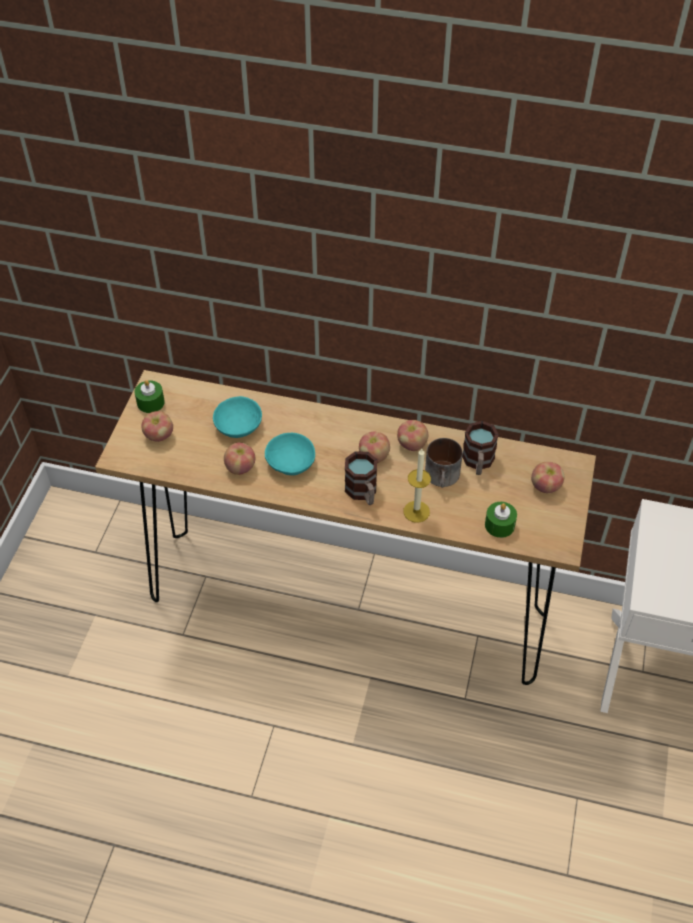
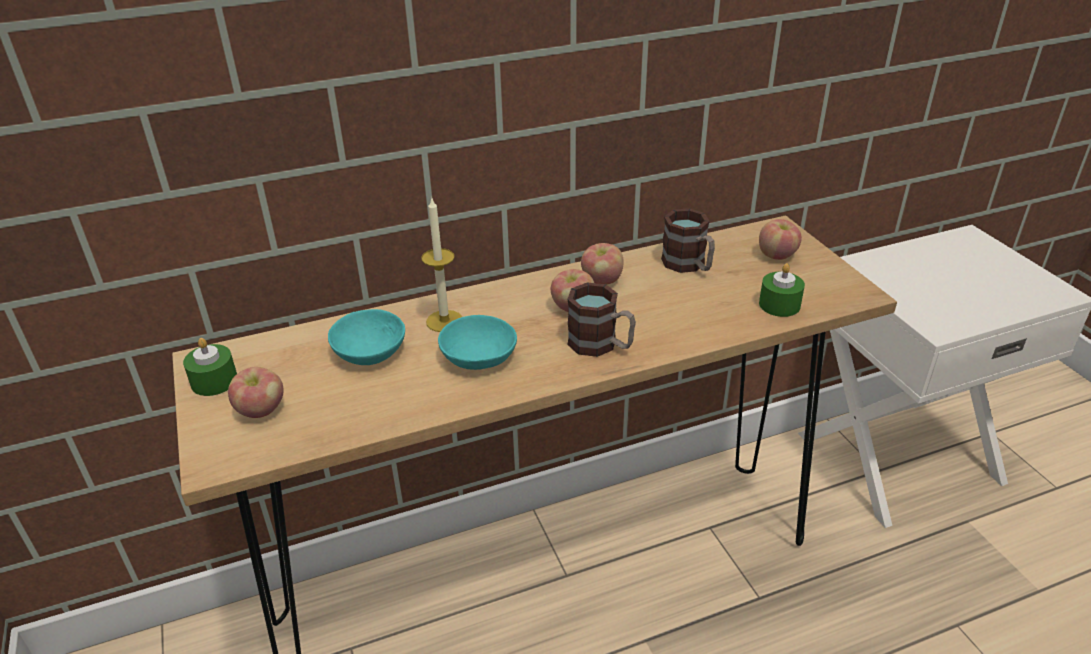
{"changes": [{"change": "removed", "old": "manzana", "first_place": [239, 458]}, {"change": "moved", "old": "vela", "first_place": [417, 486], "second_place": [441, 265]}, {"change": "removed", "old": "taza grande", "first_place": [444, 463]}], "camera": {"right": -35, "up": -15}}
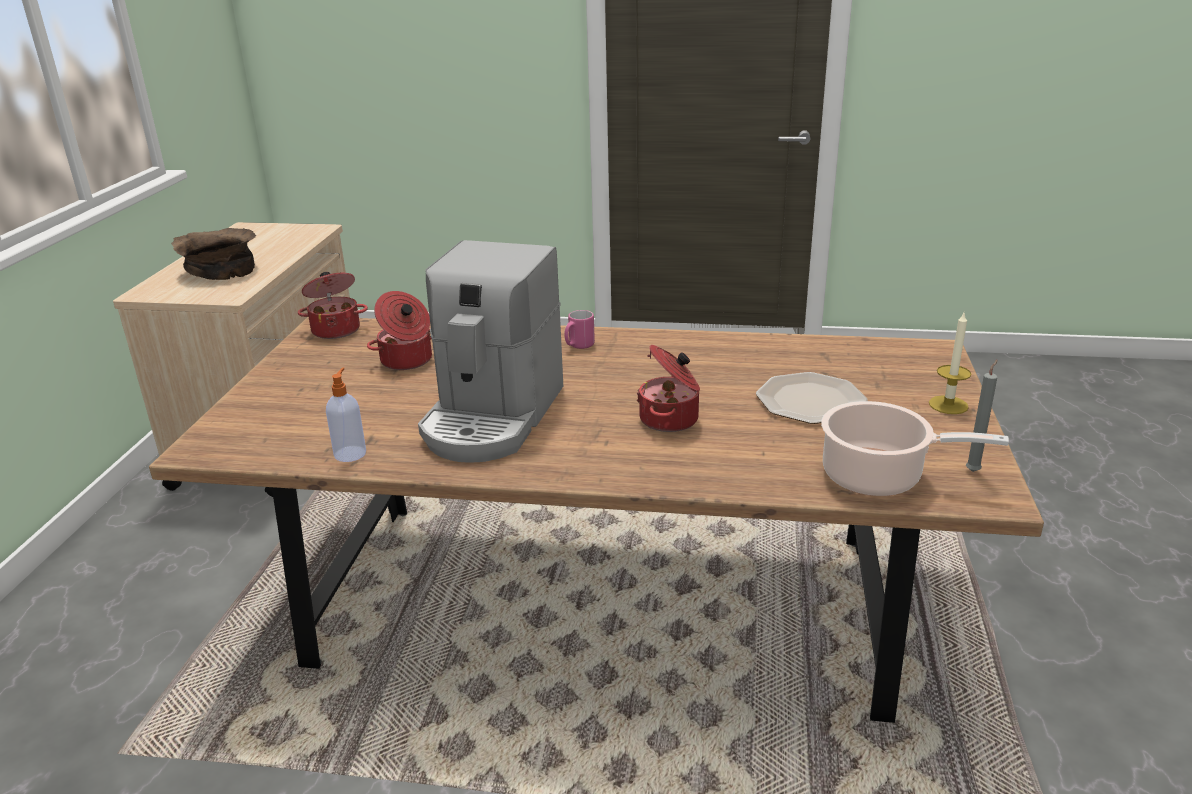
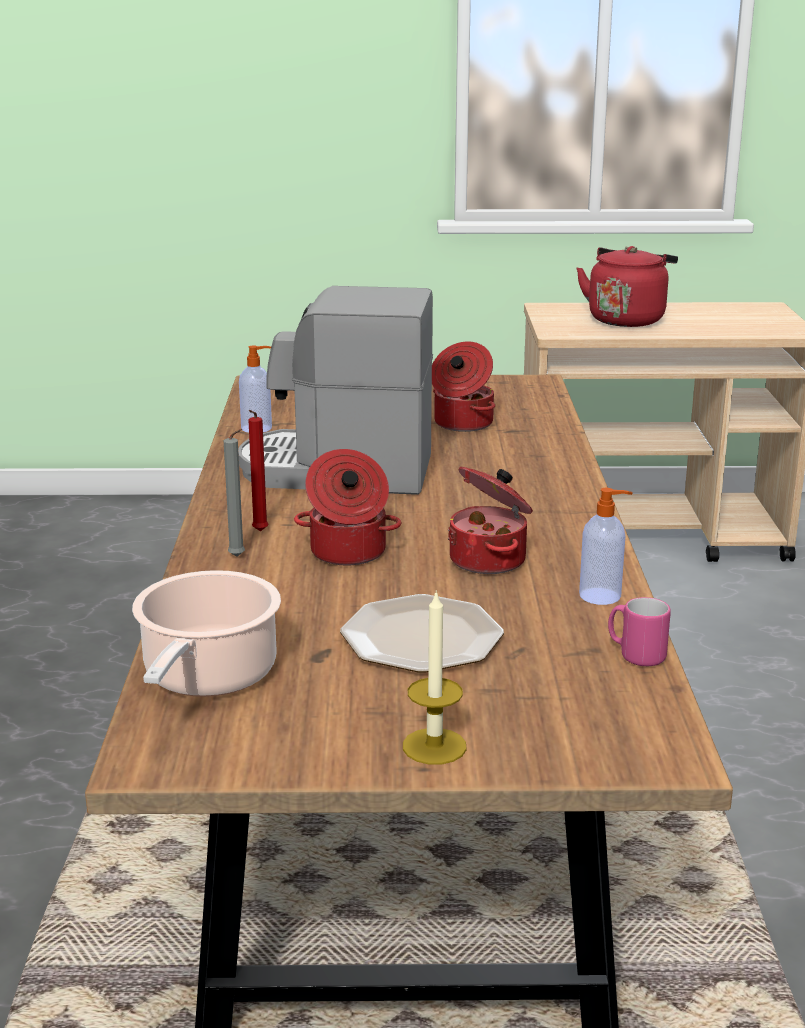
{"changes": [{"change": "replaced", "old": "cuenco [marrón]", "new": "hervidor [rojo]", "first_place": [213, 254], "second_place": [627, 286]}, {"change": "moved", "old": "olla", "first_place": [333, 305], "second_place": [490, 520]}, {"change": "moved", "old": "taza grande [rosa]", "first_place": [579, 329], "second_place": [639, 631]}, {"change": "moved", "old": "vela [gris]", "first_place": [982, 416], "second_place": [234, 493]}, {"change": "added", "new": "vela [rojo]", "second_place": [258, 470]}, {"change": "added", "new": "dispensador de jabón", "second_place": [606, 546]}], "camera": {"right": 80, "up": -5}}
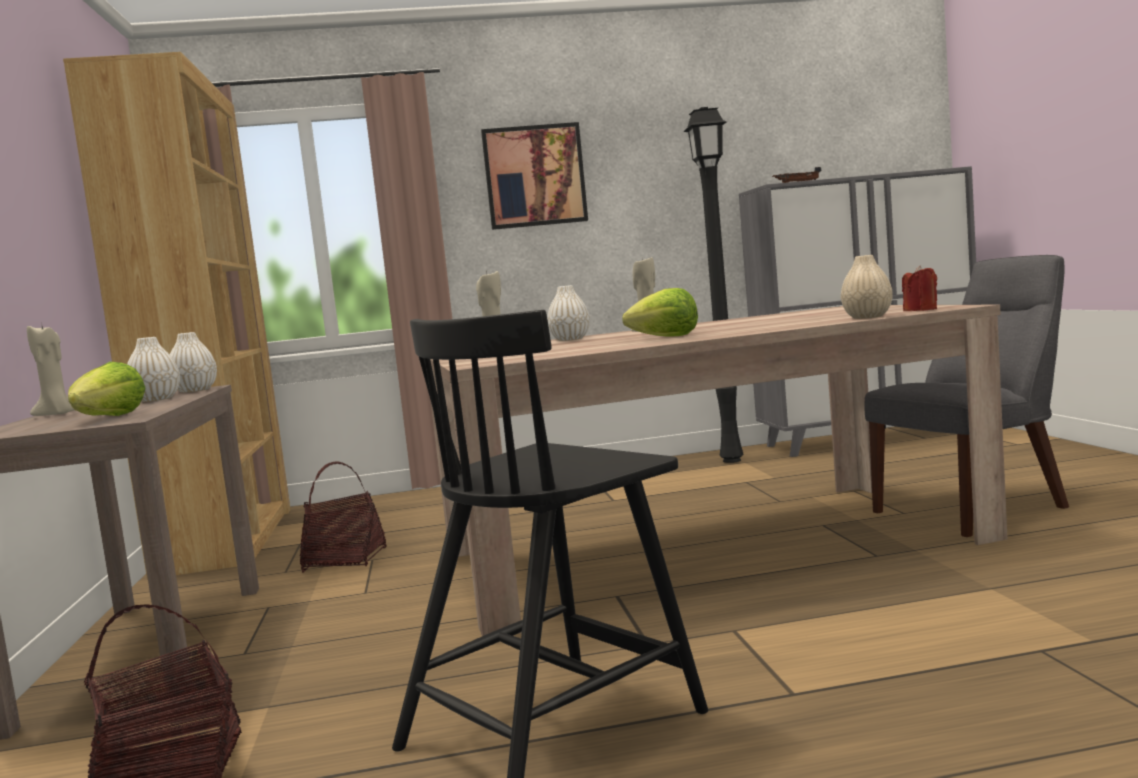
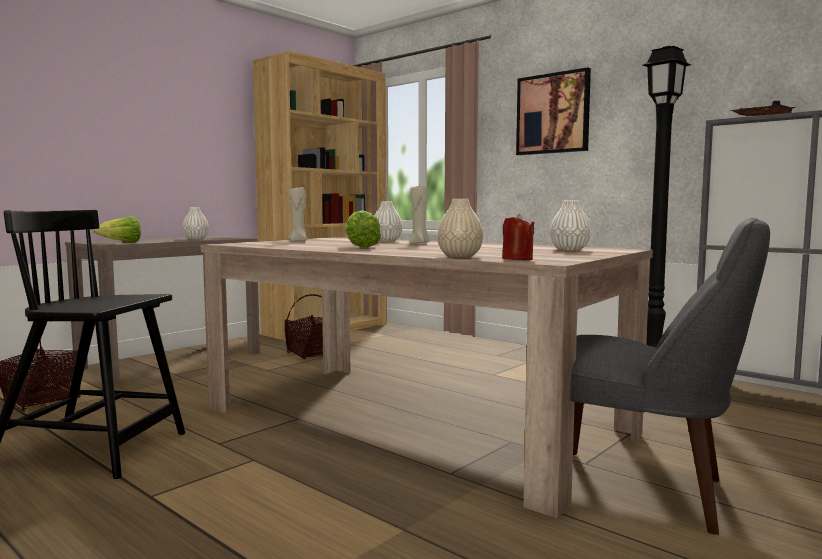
{"changes": [{"change": "removed", "old": "vela [beis]", "first_place": [50, 371]}, {"change": "moved", "old": "florero [blanco]", "first_place": [193, 362], "second_place": [570, 225]}], "camera": {"right": 50, "up": 0}}
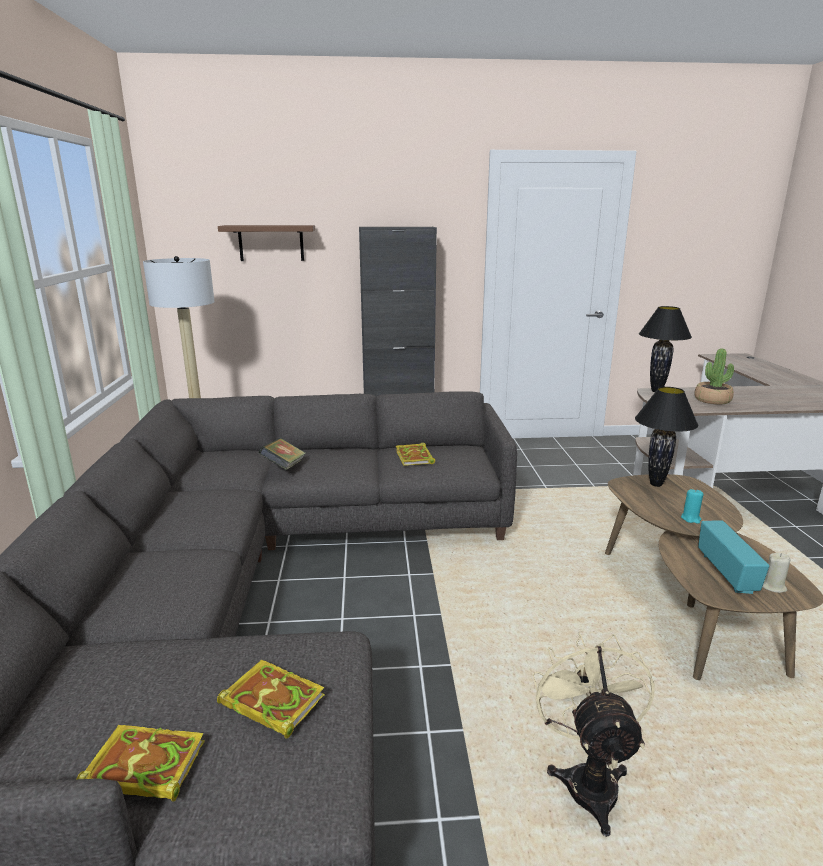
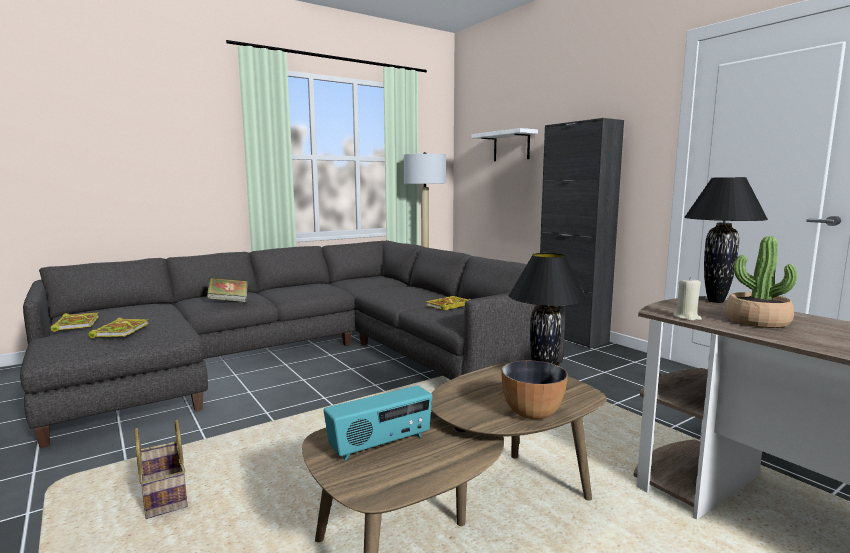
{"changes": [{"change": "recoloured", "old": "estante [marrón]", "new": "estante [blanco]", "first_place": [266, 243], "second_place": [505, 144]}, {"change": "moved", "old": "libro", "first_place": [282, 454], "second_place": [227, 289]}, {"change": "replaced", "old": "ventilador [beis]", "new": "cesta", "first_place": [593, 735], "second_place": [161, 469]}, {"change": "removed", "old": "vela [turquesa]", "first_place": [692, 506]}, {"change": "moved", "old": "vela [beis]", "first_place": [776, 573], "second_place": [687, 299]}, {"change": "added", "new": "cuenco", "second_place": [535, 390]}], "camera": {"right": 60, "up": -10}}
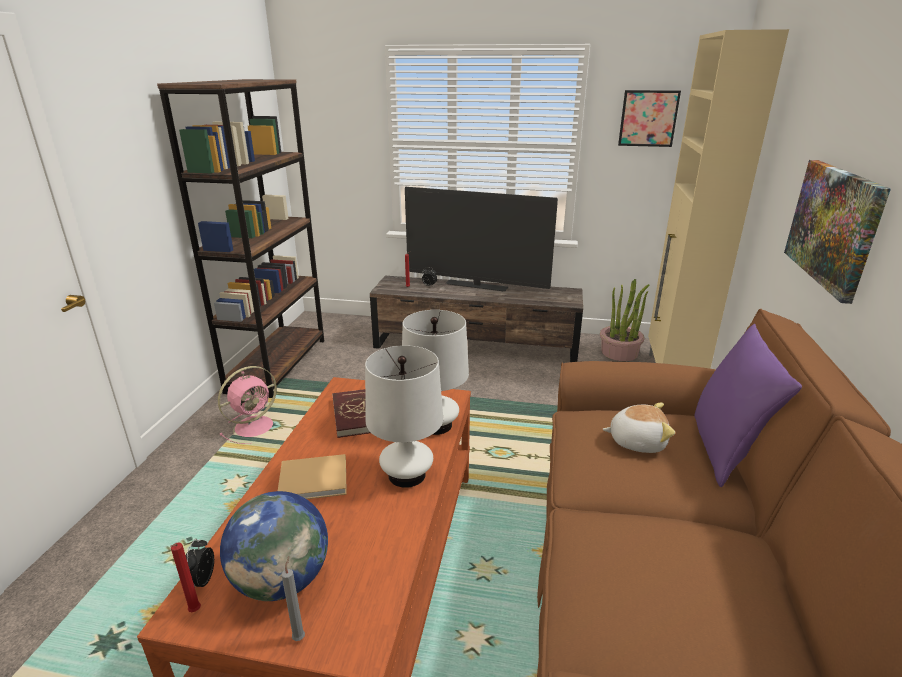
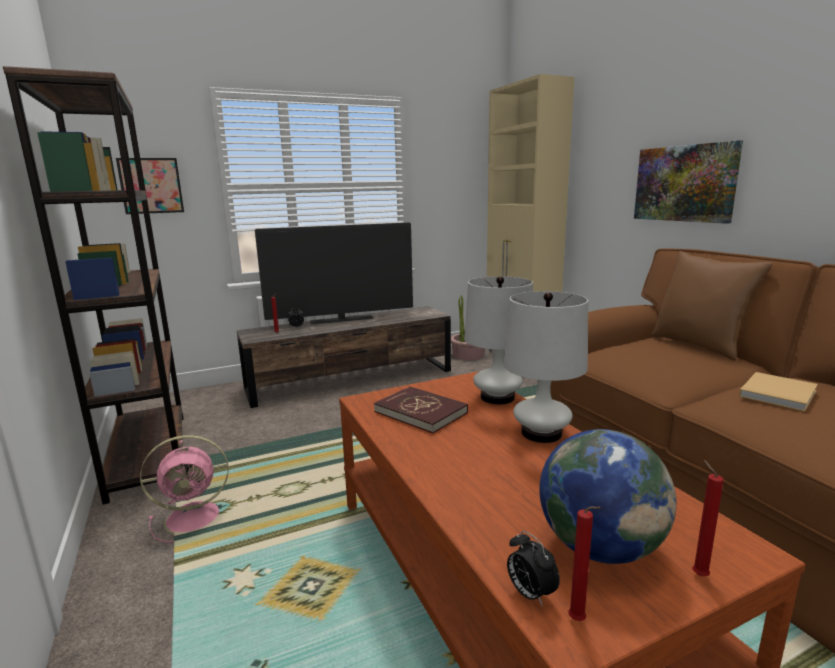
{"changes": [{"change": "turned", "old": "ventilador [rosa]", "first_place": [247, 405], "second_place": [184, 488], "degrees": 60}, {"change": "moved", "old": "libro [beis]", "first_place": [312, 476], "second_place": [778, 392]}, {"change": "recoloured", "old": "vela [gris]", "new": "vela [rojo]", "first_place": [293, 598], "second_place": [708, 518]}, {"change": "removed", "old": "peluche", "first_place": [639, 428]}, {"change": "moved", "old": "cuadro", "first_place": [649, 118], "second_place": [150, 186]}, {"change": "recoloured", "old": "cojín [morado]", "new": "cojín [marrón]", "first_place": [748, 405], "second_place": [712, 306]}], "camera": {"right": -35, "up": -10}}
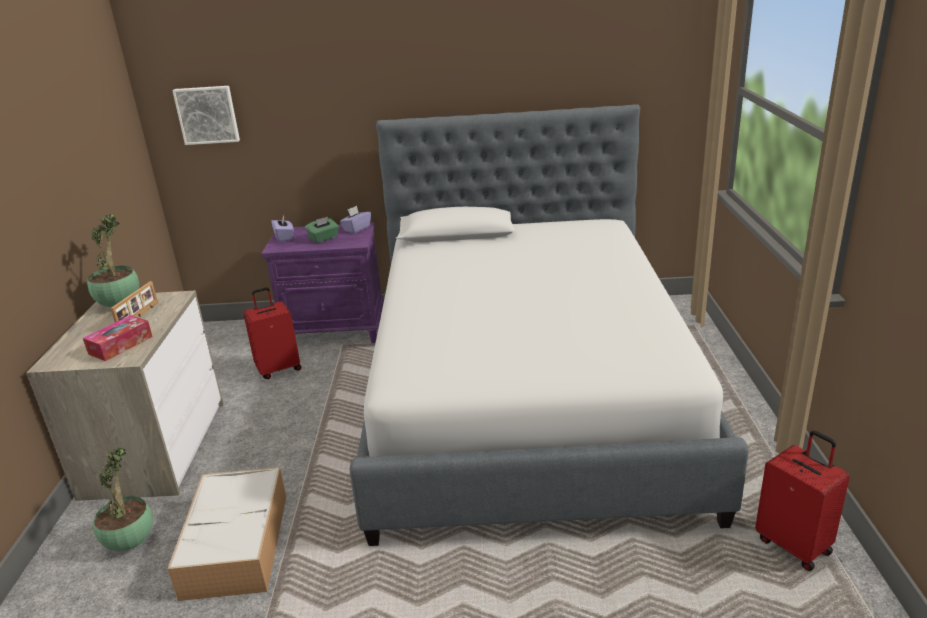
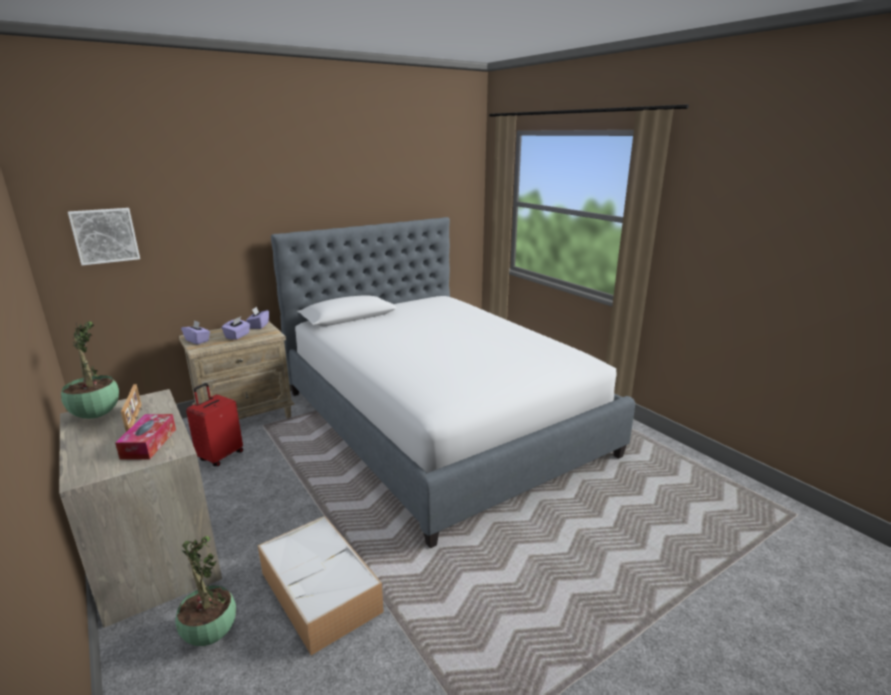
{"changes": [{"change": "recoloured", "old": "mesita de noche [morado]", "new": "mesita de noche [beis]", "first_place": [322, 282], "second_place": [237, 370]}, {"change": "recoloured", "old": "caja de pañuelos [verde]", "new": "caja de pañuelos [morado]", "first_place": [322, 230], "second_place": [236, 328]}, {"change": "removed", "old": "maleta [rojo]", "first_place": [802, 500]}], "camera": {"right": -35, "up": -5}}
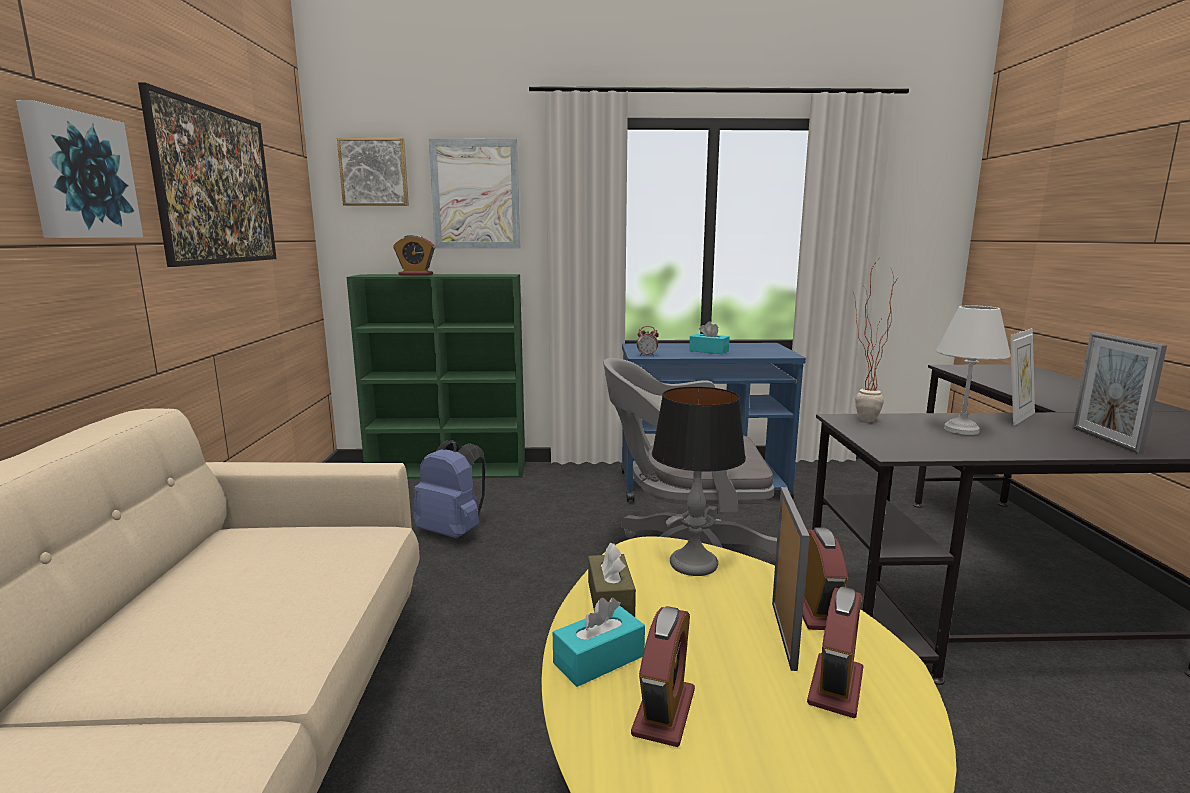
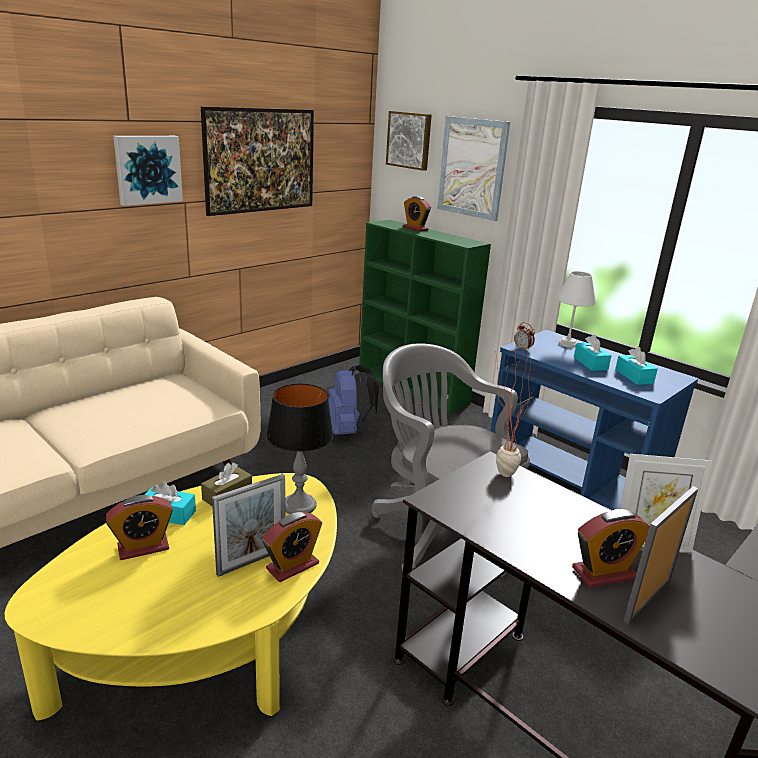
{"changes": [{"change": "moved", "old": "despertador", "first_place": [835, 652], "second_place": [611, 548]}, {"change": "moved", "old": "lámpara de mesa [blanco]", "first_place": [973, 370], "second_place": [576, 309]}, {"change": "added", "new": "caja de pañuelos [turquesa]", "second_place": [636, 366]}], "camera": {"right": 45, "up": 10}}
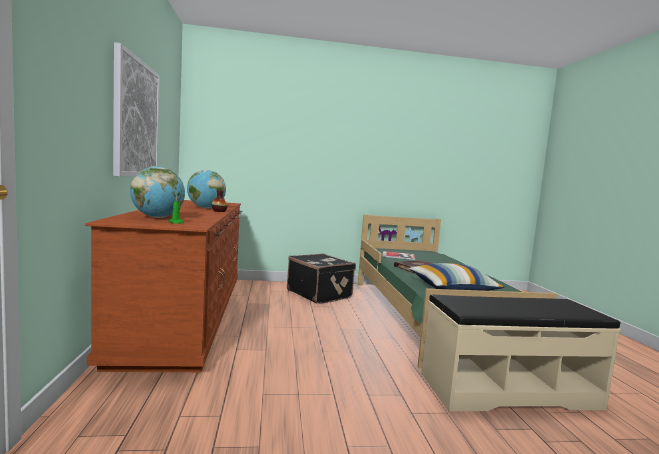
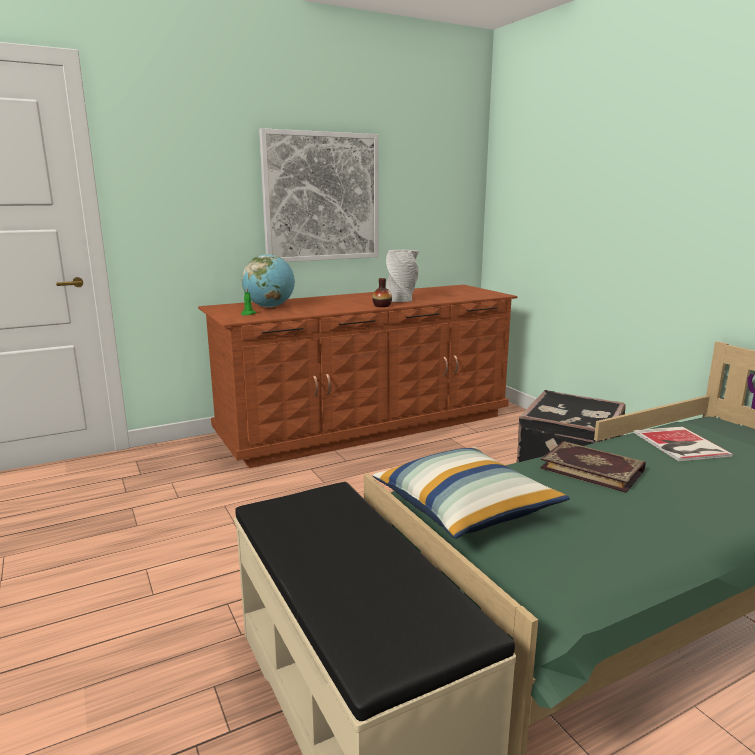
{"changes": [{"change": "replaced", "old": "globo terráqueo", "new": "florero [gris]", "first_place": [206, 189], "second_place": [402, 275]}], "camera": {"right": 70, "up": 10}}
